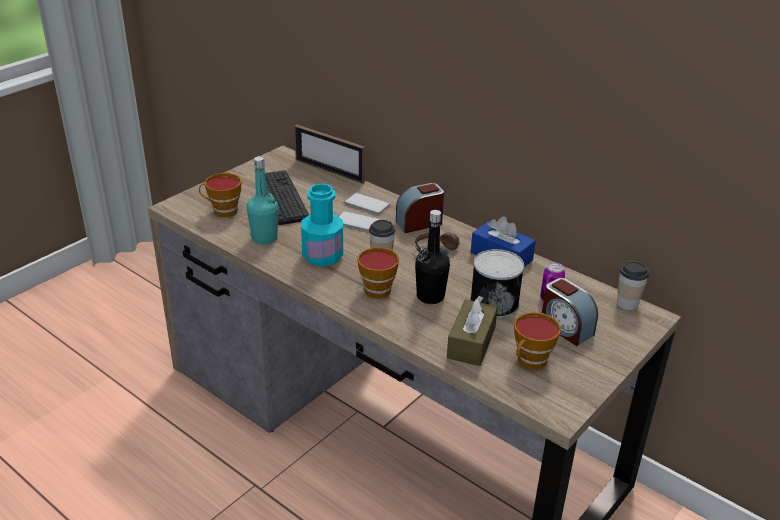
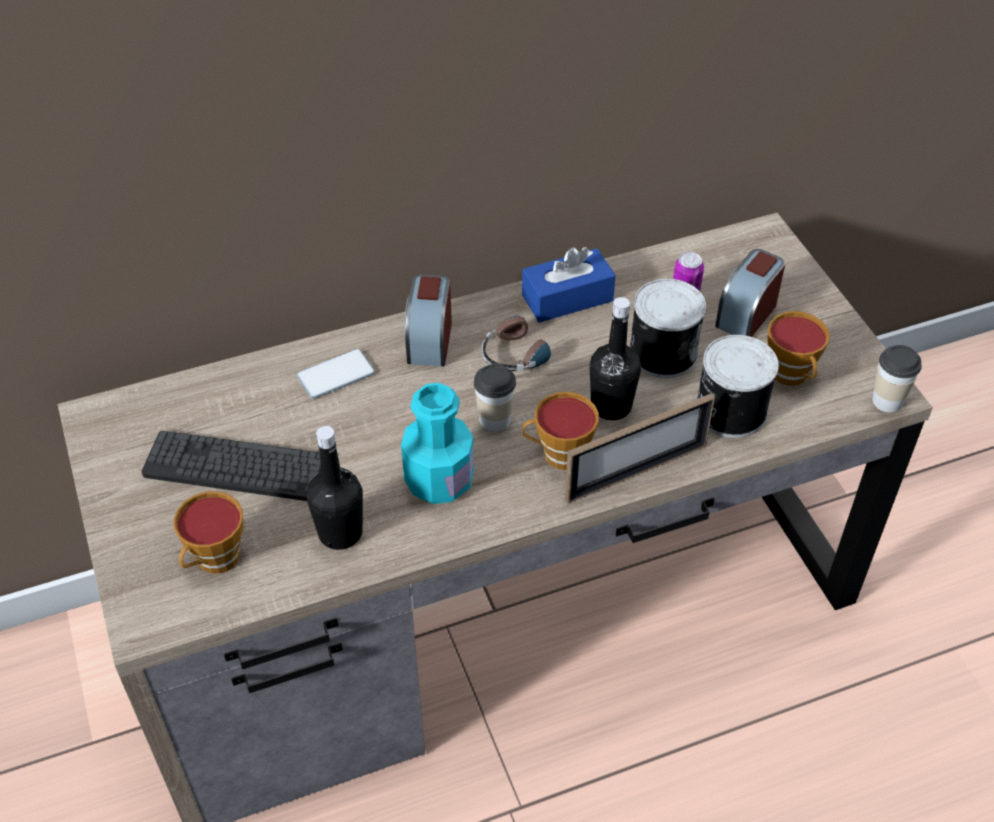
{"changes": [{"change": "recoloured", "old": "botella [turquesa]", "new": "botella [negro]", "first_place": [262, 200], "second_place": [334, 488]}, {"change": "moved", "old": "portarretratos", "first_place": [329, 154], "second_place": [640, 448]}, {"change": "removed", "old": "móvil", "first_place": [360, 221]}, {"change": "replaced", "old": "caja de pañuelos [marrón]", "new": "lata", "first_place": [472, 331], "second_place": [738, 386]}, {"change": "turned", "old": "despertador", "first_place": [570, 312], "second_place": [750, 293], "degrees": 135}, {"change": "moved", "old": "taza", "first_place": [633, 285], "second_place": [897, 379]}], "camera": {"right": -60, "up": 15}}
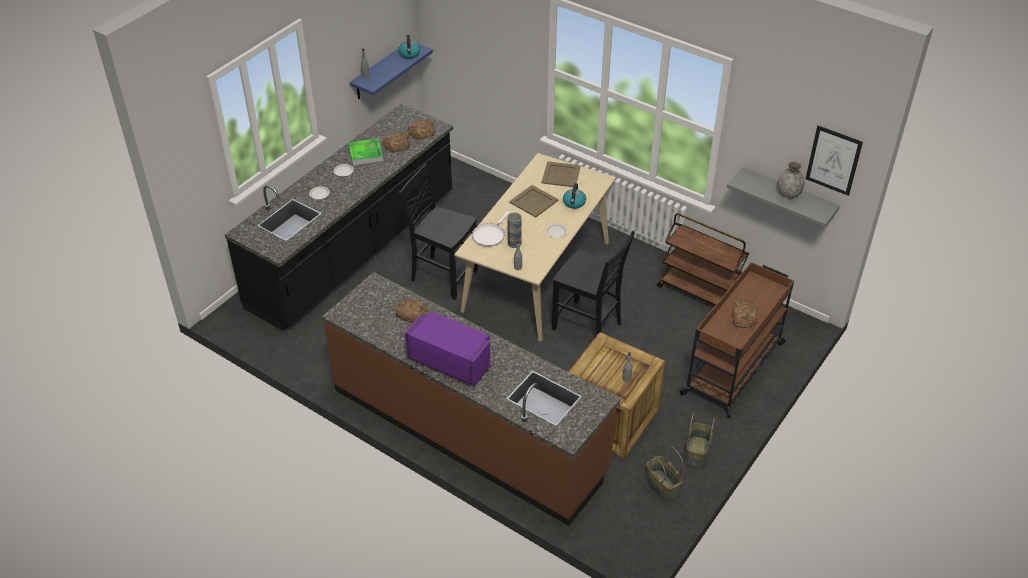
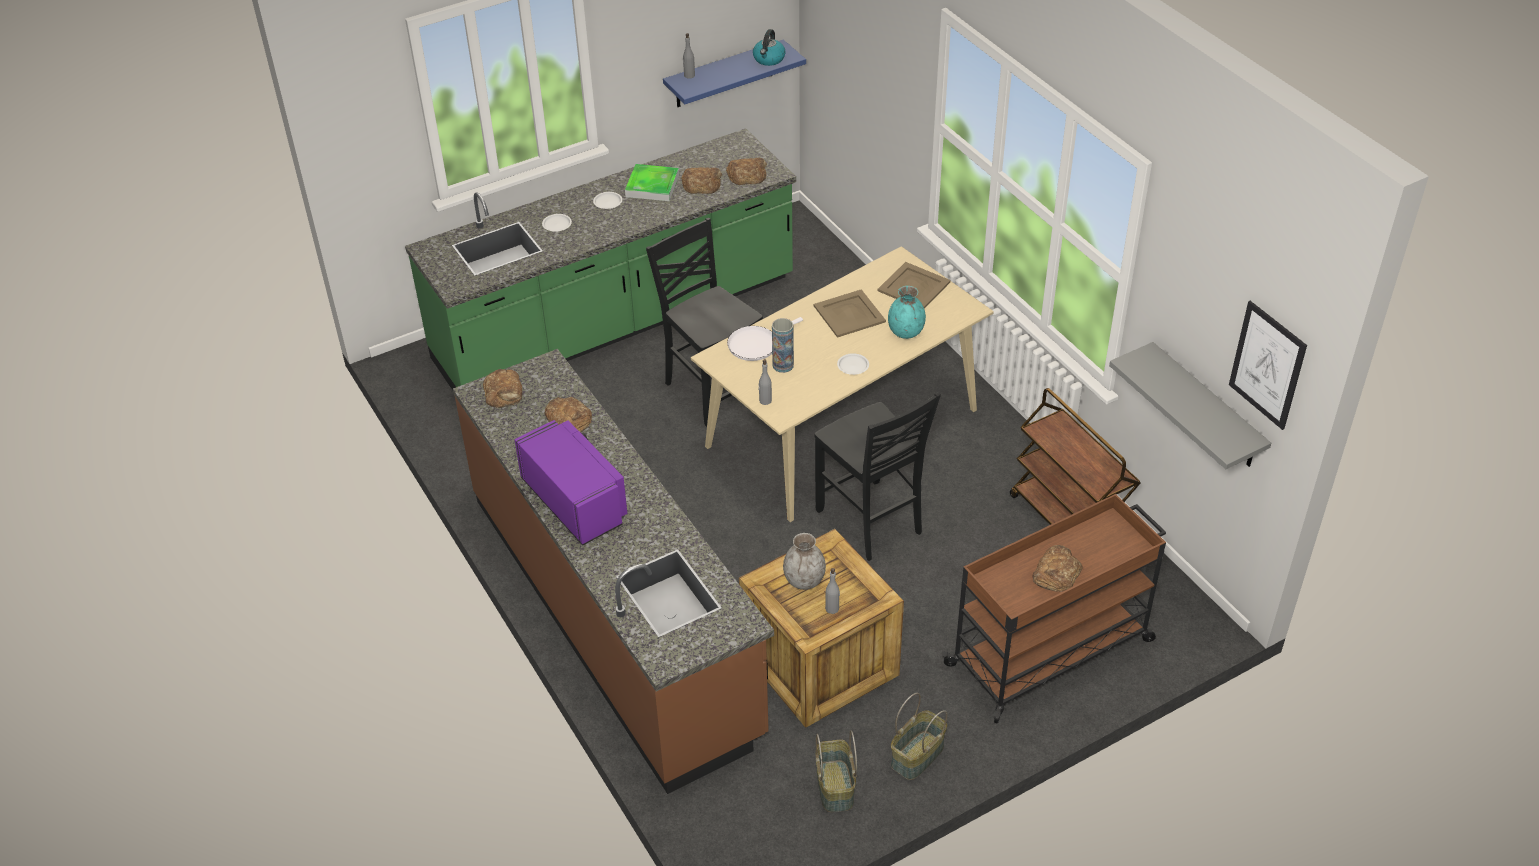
{"changes": [{"change": "recoloured", "old": "mueble bajo de cocina [negro]", "new": "mueble bajo de cocina [verde]", "first_place": [339, 217], "second_place": [600, 259]}, {"change": "replaced", "old": "hervidor", "new": "florero [turquesa]", "first_place": [574, 196], "second_place": [907, 312]}, {"change": "moved", "old": "florero [gris]", "first_place": [791, 179], "second_place": [804, 561]}, {"change": "added", "new": "pan", "second_place": [502, 388]}], "camera": {"right": 25, "up": 0}}
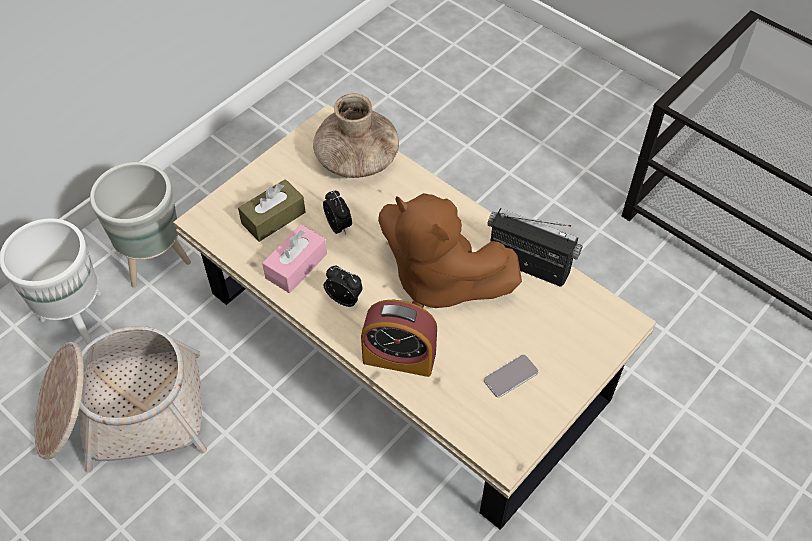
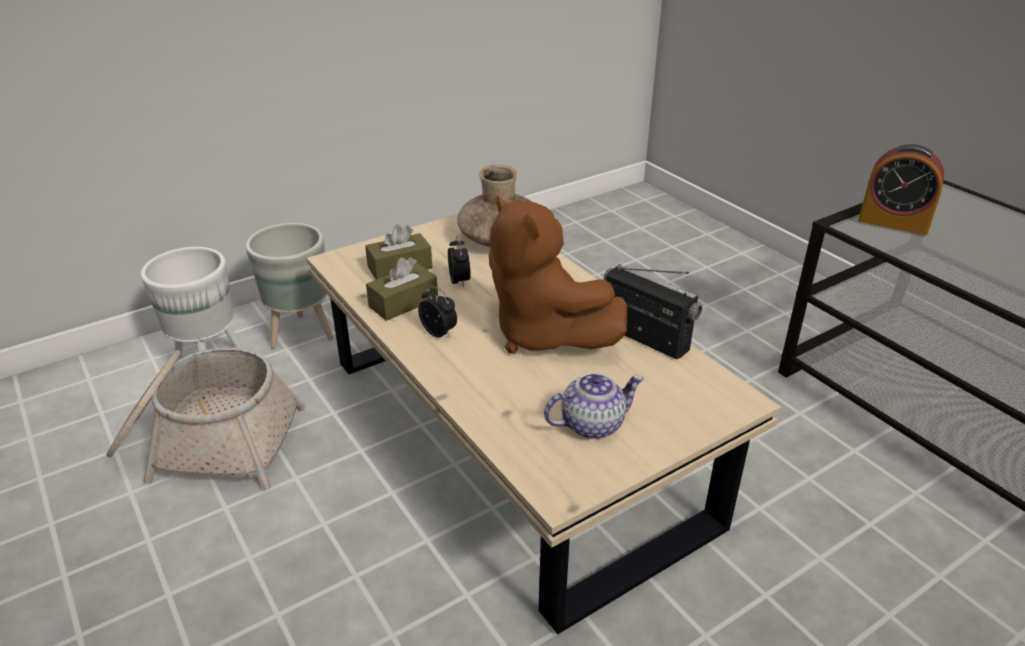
{"changes": [{"change": "recoloured", "old": "caja de pañuelos [rosa]", "new": "caja de pañuelos [marrón]", "first_place": [294, 258], "second_place": [402, 289]}, {"change": "moved", "old": "despertador", "first_place": [399, 338], "second_place": [901, 189]}, {"change": "replaced", "old": "móvil", "new": "tetera", "first_place": [511, 376], "second_place": [594, 406]}], "camera": {"right": 15, "up": -20}}
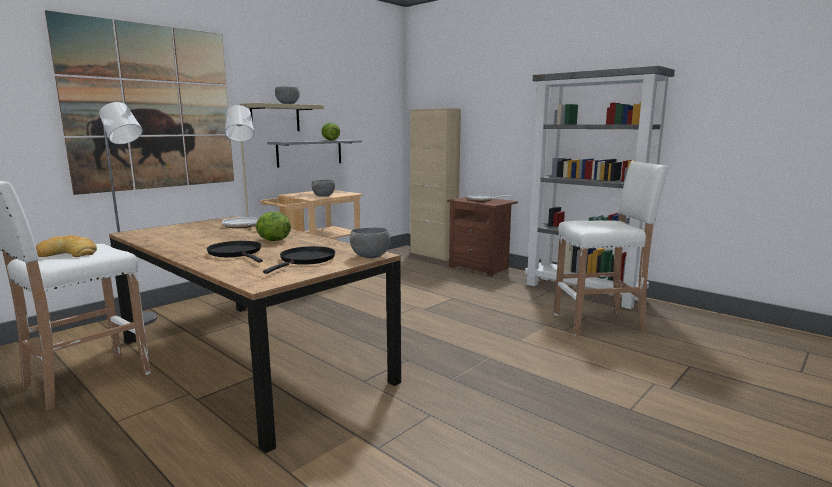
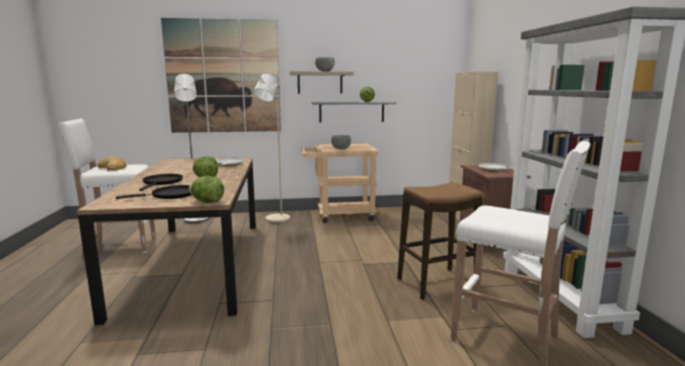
{"changes": [{"change": "replaced", "old": "cuenco [gris]", "new": "lechuga", "first_place": [370, 242], "second_place": [206, 189]}, {"change": "added", "new": "taburete", "second_place": [439, 241]}], "camera": {"right": 40, "up": 0}}
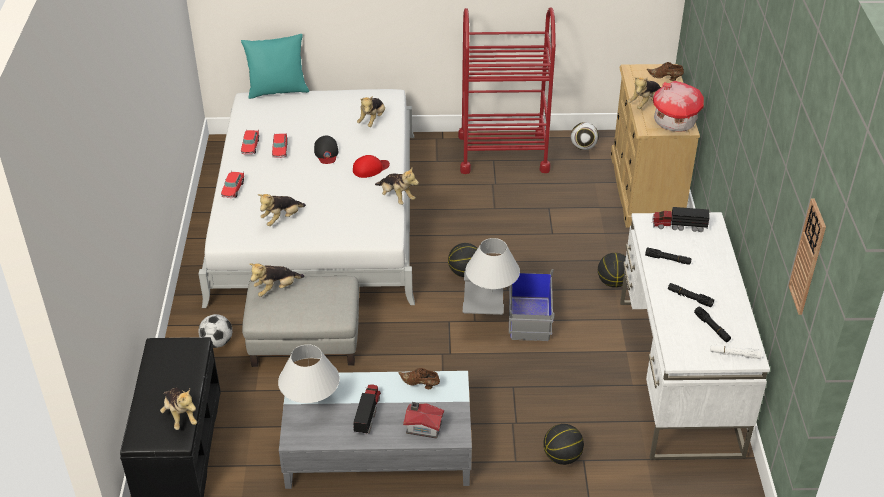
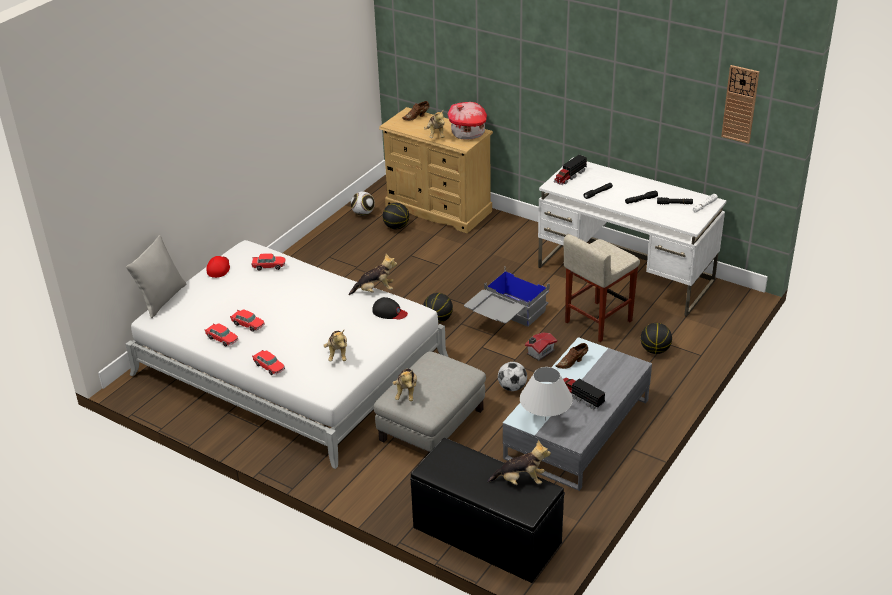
{"changes": [{"change": "moved", "old": "balón de fútbol", "first_place": [215, 331], "second_place": [512, 376]}, {"change": "recoloured", "old": "cojín [turquesa]", "new": "cojín [gris]", "first_place": [275, 66], "second_place": [156, 276]}, {"change": "moved", "old": "gorra [negro]", "first_place": [326, 150], "second_place": [390, 308]}, {"change": "moved", "old": "gorra [rojo]", "first_place": [371, 166], "second_place": [218, 267]}, {"change": "replaced", "old": "peluche", "new": "coche de juguete", "first_place": [371, 111], "second_place": [268, 262]}, {"change": "moved", "old": "casita", "first_place": [423, 420], "second_place": [541, 346]}, {"change": "removed", "old": "carrito [rojo]", "first_place": [507, 90]}, {"change": "removed", "old": "lámpara de mesa [blanco]", "first_place": [493, 263]}, {"change": "moved", "old": "balón de baloncesto", "first_place": [612, 270], "second_place": [396, 216]}, {"change": "added", "new": "taburete [beis]", "second_place": [602, 288]}], "camera": {"right": -55, "up": -5}}
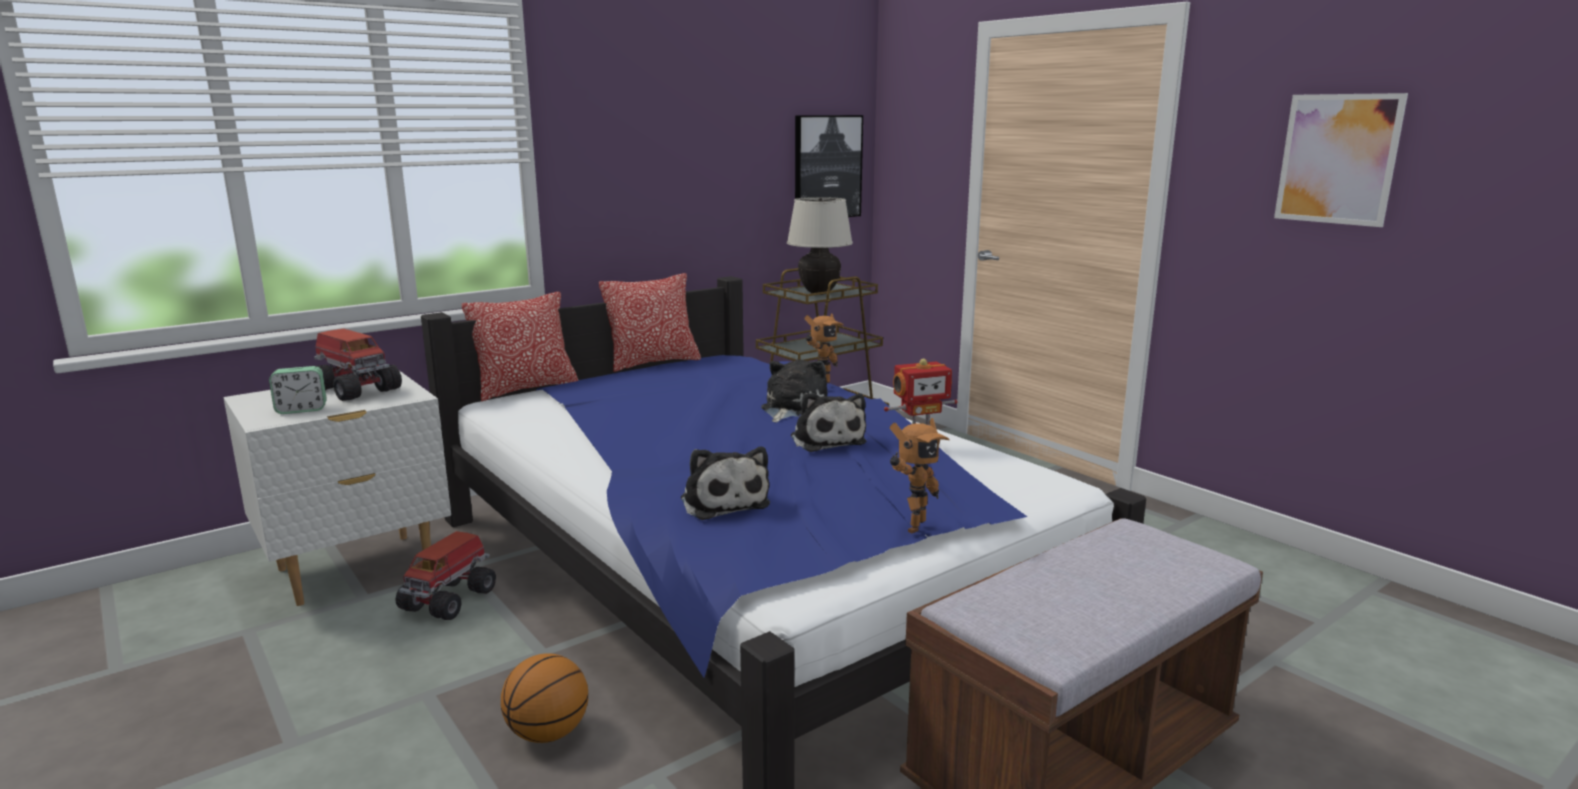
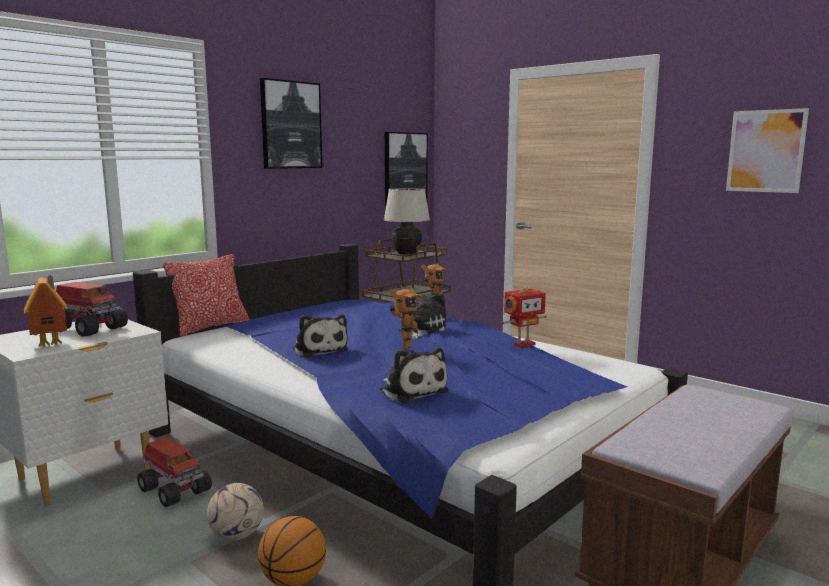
{"changes": [{"change": "replaced", "old": "despertador", "new": "casita", "first_place": [298, 390], "second_place": [46, 310]}, {"change": "turned", "old": "camión de juguete", "first_place": [446, 575], "second_place": [174, 472], "degrees": -60}, {"change": "removed", "old": "cojín", "first_place": [650, 322]}, {"change": "moved", "old": "peluche", "first_place": [828, 422], "second_place": [320, 336]}, {"change": "moved", "old": "robot de juguete", "first_place": [920, 475], "second_place": [405, 319]}, {"change": "added", "new": "balón de fútbol", "second_place": [235, 512]}, {"change": "added", "new": "cuadro", "second_place": [291, 123]}], "camera": {"right": -10, "up": -5}}
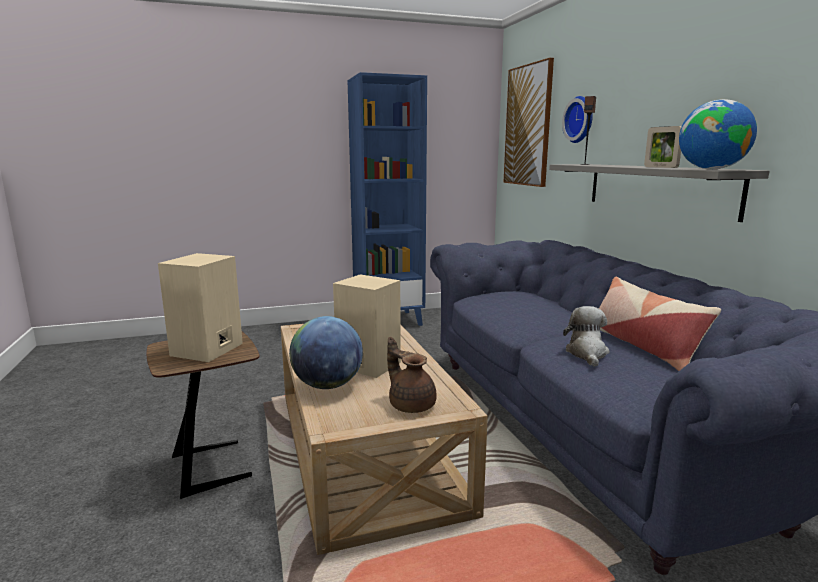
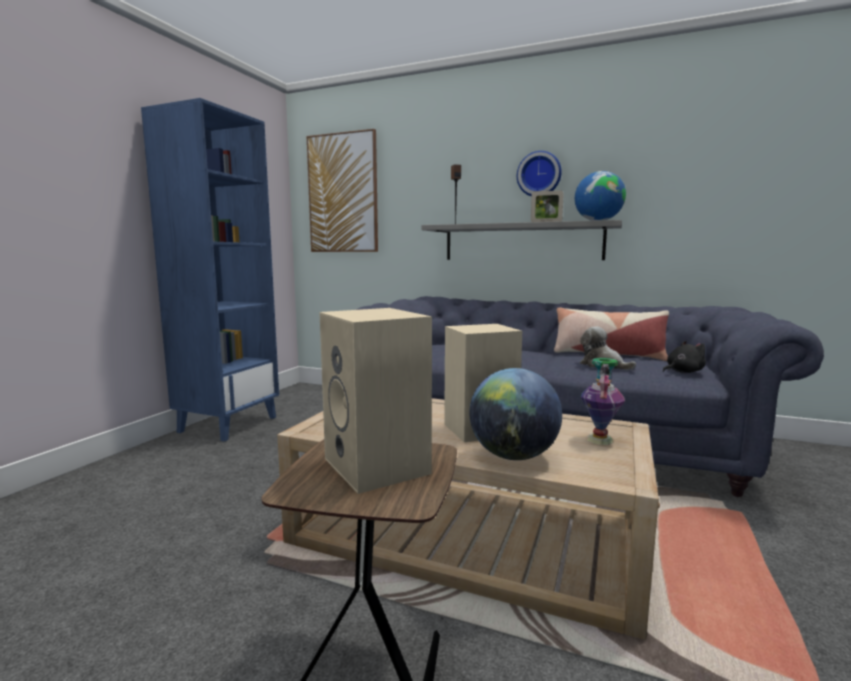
{"changes": [{"change": "replaced", "old": "tetera [marrón]", "new": "florero", "first_place": [411, 375], "second_place": [603, 401]}, {"change": "moved", "old": "reloj de pared", "first_place": [577, 119], "second_place": [539, 173]}, {"change": "added", "new": "peluche [negro]", "second_place": [684, 357]}], "camera": {"right": -50, "up": -5}}
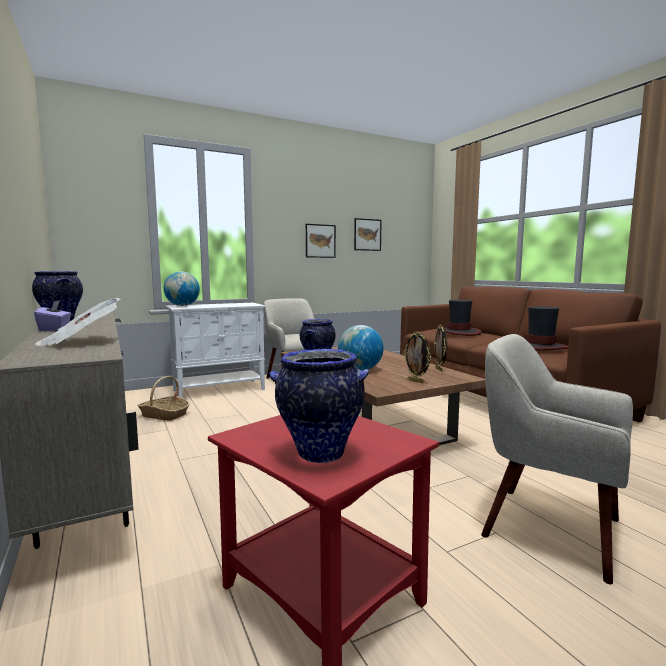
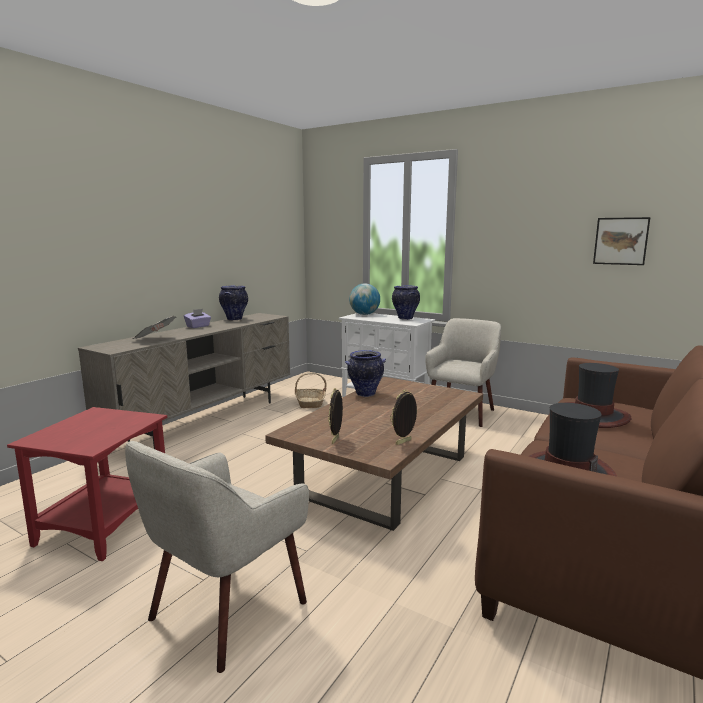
{"changes": [{"change": "moved", "old": "florero", "first_place": [319, 406], "second_place": [406, 302]}, {"change": "removed", "old": "cuadro", "first_place": [321, 241]}, {"change": "removed", "old": "globo terráqueo", "first_place": [361, 348]}, {"change": "turned", "old": "sillón [beis]", "first_place": [557, 459], "second_place": [217, 557], "degrees": -150}], "camera": {"right": 60, "up": 5}}
